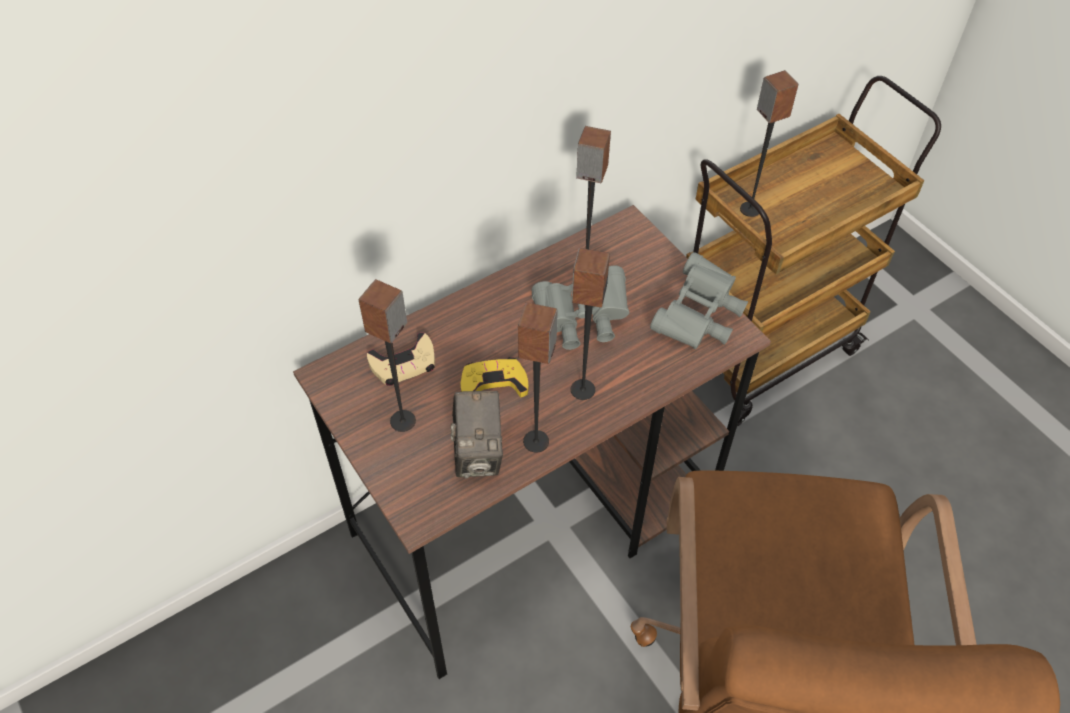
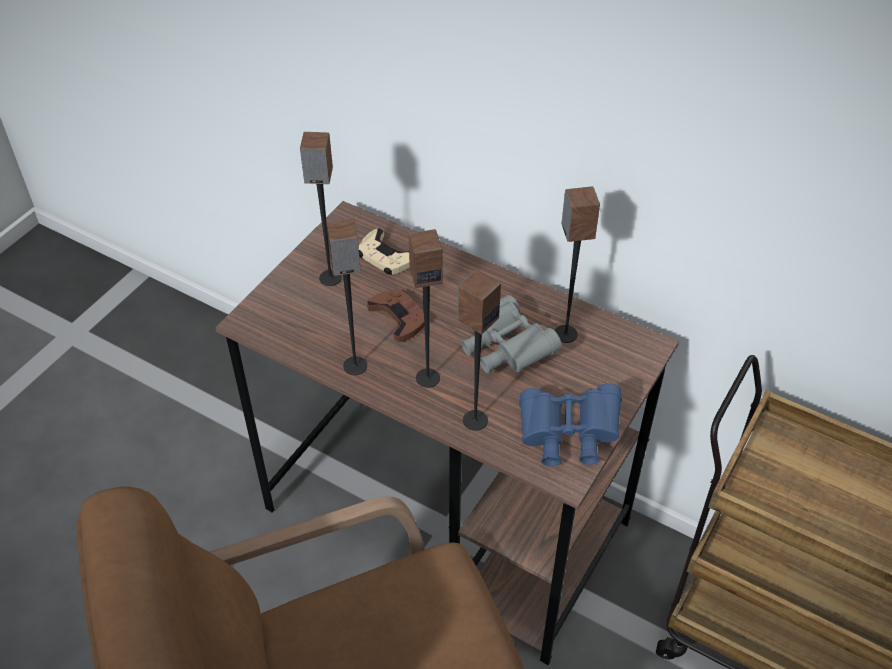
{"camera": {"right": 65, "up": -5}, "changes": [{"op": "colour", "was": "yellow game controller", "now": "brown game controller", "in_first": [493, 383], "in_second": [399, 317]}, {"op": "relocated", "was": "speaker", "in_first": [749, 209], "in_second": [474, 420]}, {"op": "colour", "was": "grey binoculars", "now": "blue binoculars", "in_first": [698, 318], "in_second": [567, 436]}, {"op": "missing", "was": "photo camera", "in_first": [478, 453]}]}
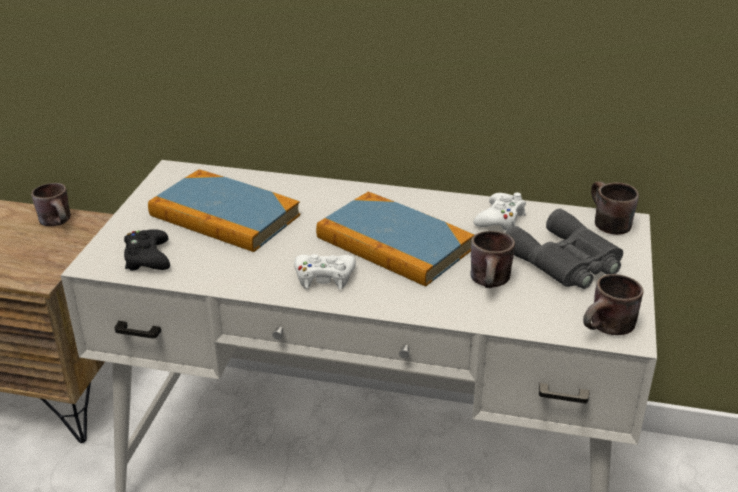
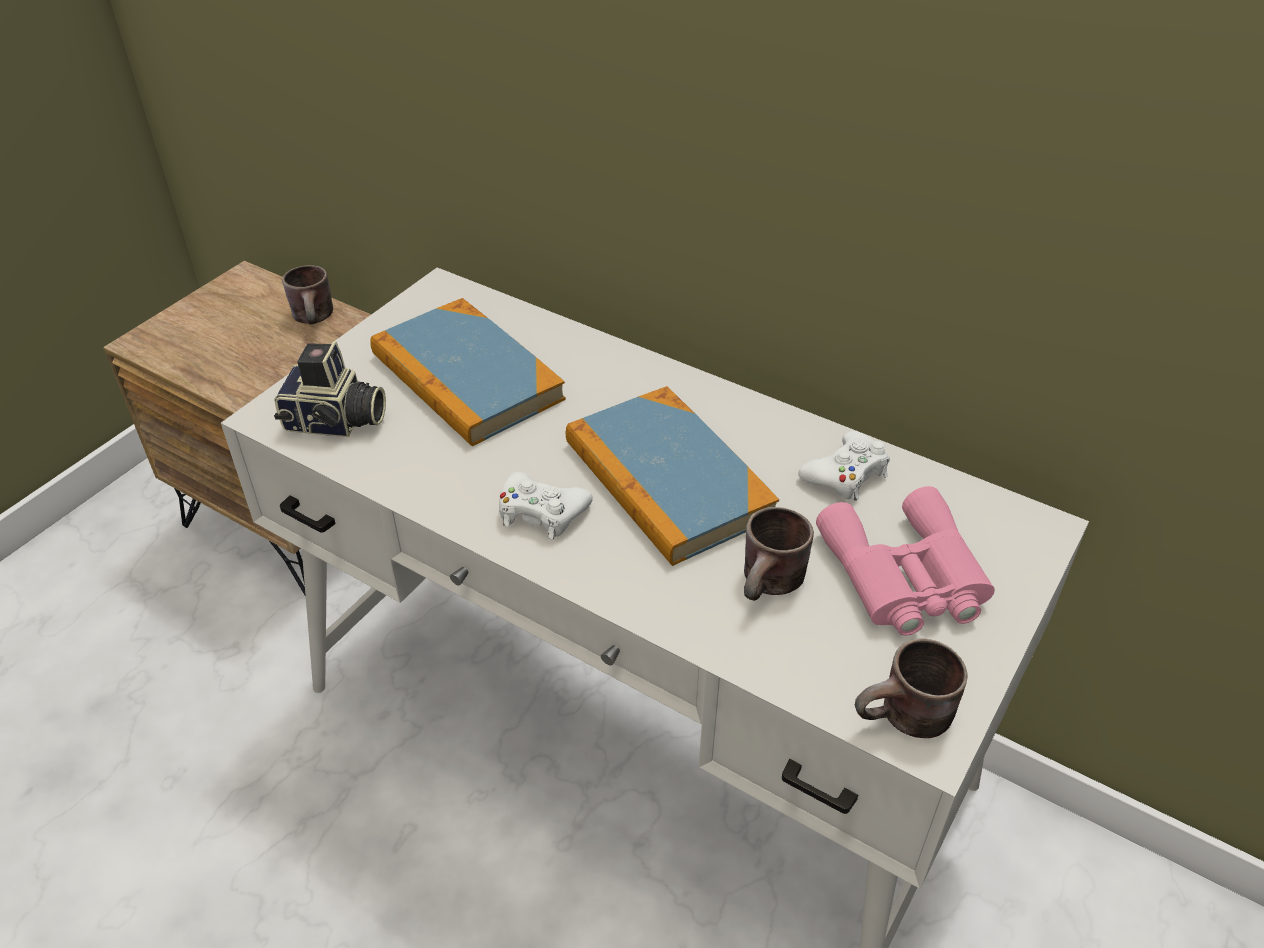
{"camera": {"right": 20, "up": 10}, "changes": [{"op": "exchanged", "was": "black game controller", "now": "photo camera", "in_first": [147, 258], "in_second": [335, 422]}, {"op": "colour", "was": "grey binoculars", "now": "pink binoculars", "in_first": [566, 262], "in_second": [905, 577]}, {"op": "missing", "was": "brown mug", "in_first": [605, 223]}]}
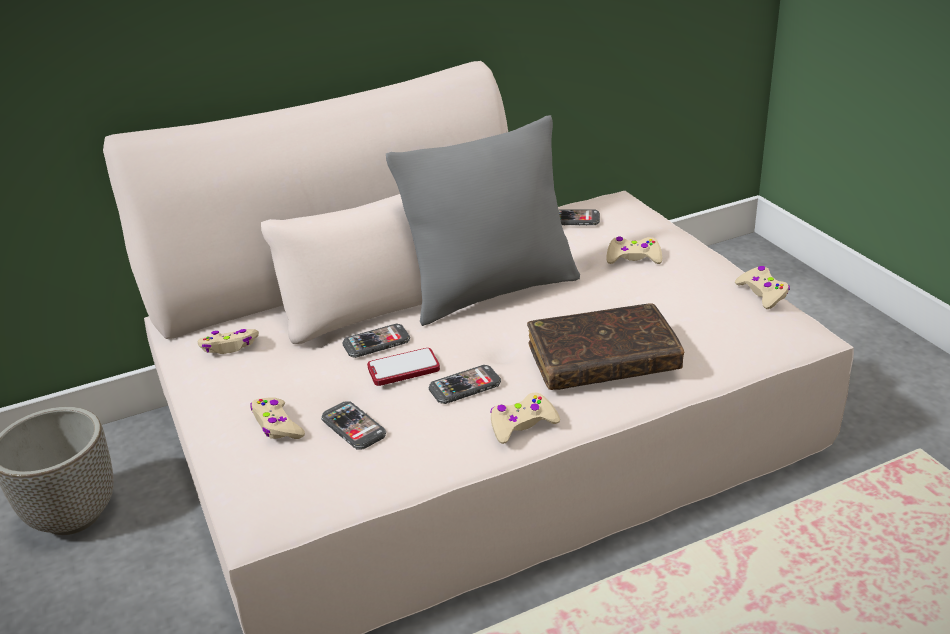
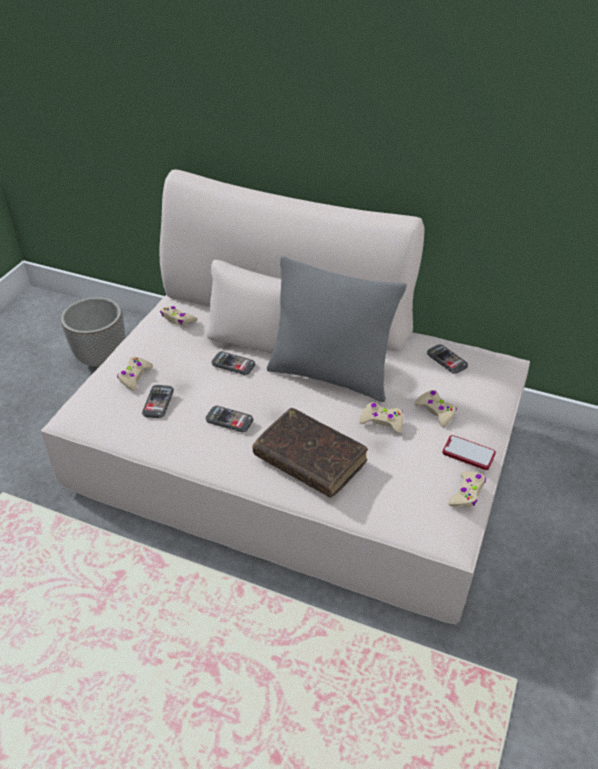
{"camera": {"right": 45, "up": 10}, "changes": [{"op": "relocated", "was": "beige game controller", "in_first": [522, 424], "in_second": [382, 421]}, {"op": "relocated", "was": "phone", "in_first": [403, 369], "in_second": [468, 453]}]}
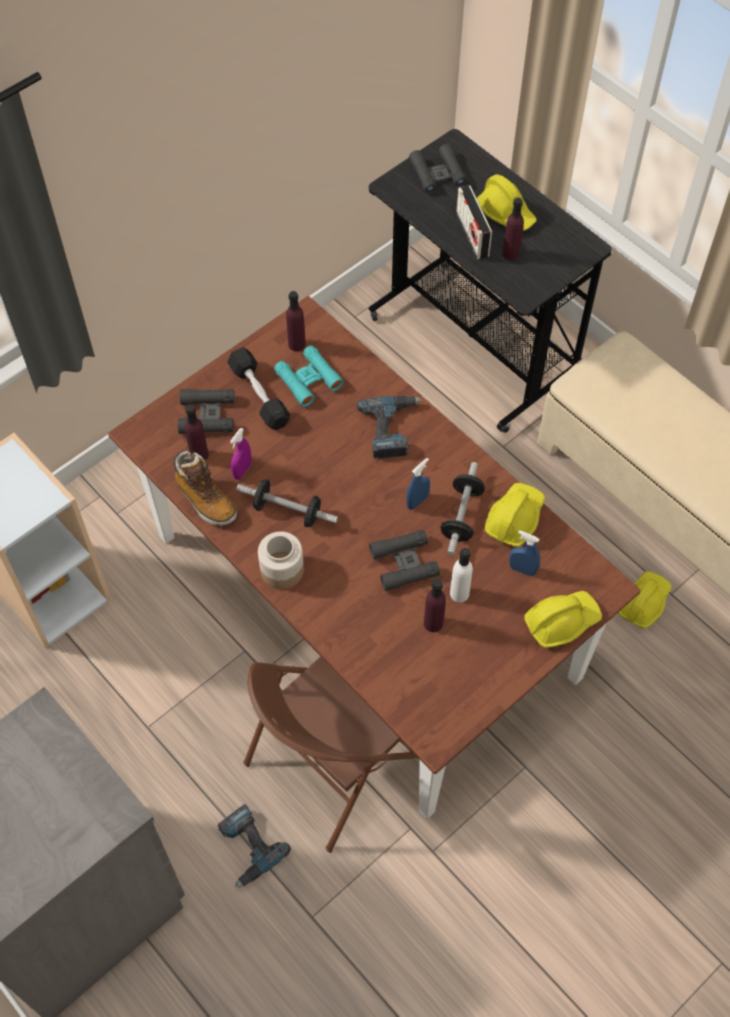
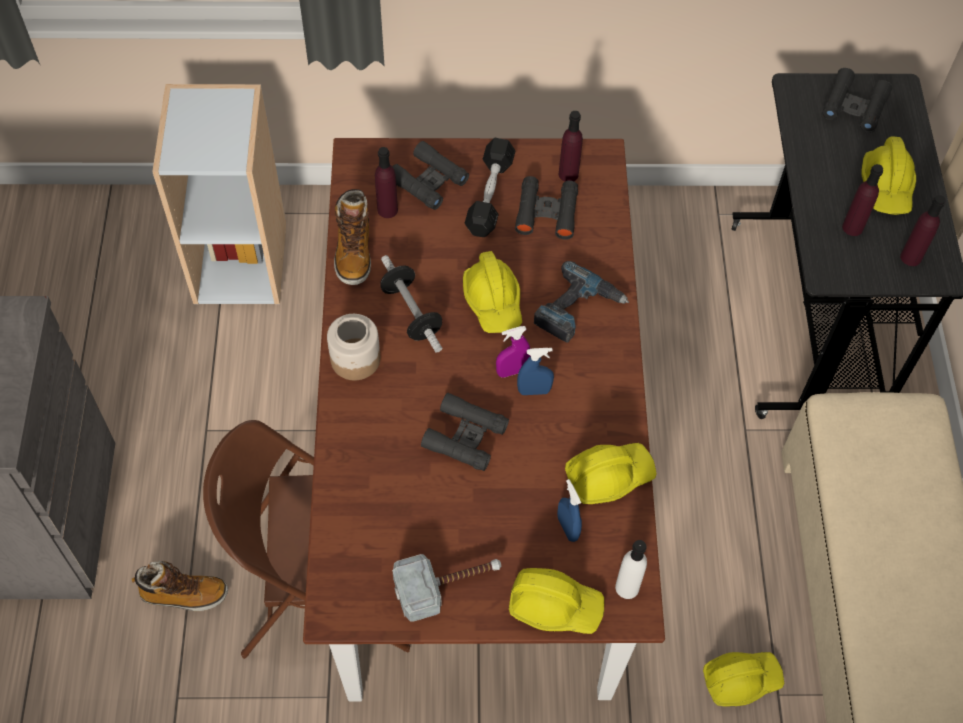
{"camera": {"right": 40, "up": 0}, "changes": [{"op": "exchanged", "was": "power drill", "now": "boot", "in_first": [247, 848], "in_second": [184, 595]}, {"op": "appeared", "now": "hammer", "in_second": [448, 584]}, {"op": "appeared", "now": "yellow hard hat", "in_second": [493, 301]}, {"op": "relocated", "was": "purple spray bottle", "in_first": [242, 470], "in_second": [512, 371]}, {"op": "colour", "was": "turquoise binoculars", "now": "black binoculars", "in_first": [308, 380], "in_second": [546, 212]}, {"op": "relocated", "was": "white bottle", "in_first": [459, 593], "in_second": [627, 587]}, {"op": "relocated", "was": "purple bottle", "in_first": [433, 623], "in_second": [911, 257]}, {"op": "missing", "was": "dumbbell", "in_first": [461, 516]}, {"op": "missing", "was": "radio", "in_first": [472, 235]}]}
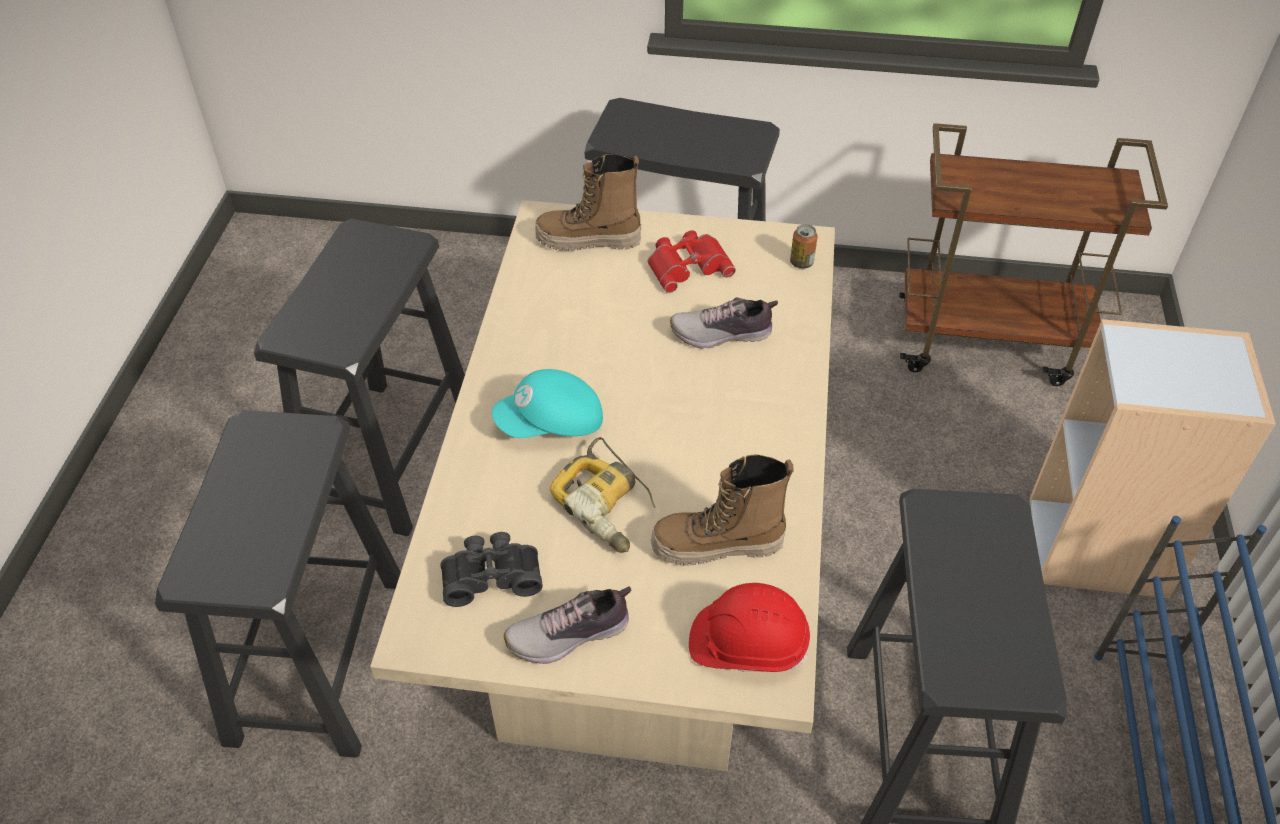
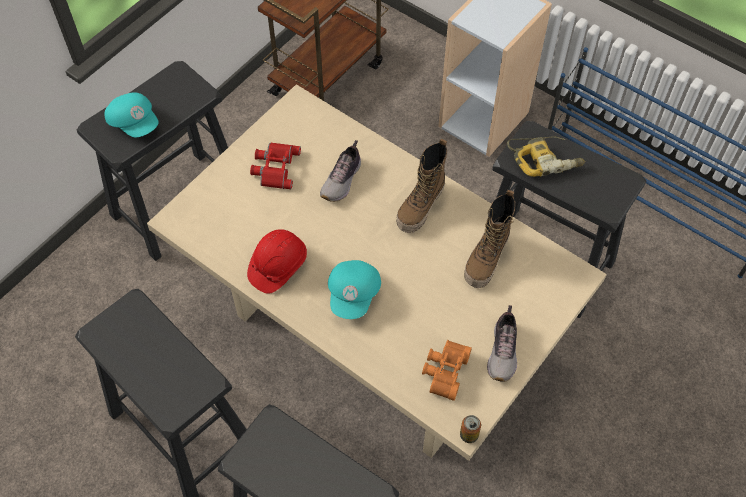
{"camera": {"right": -60, "up": 10}, "changes": [{"op": "appeared", "now": "turquoise cap", "in_second": [135, 123]}, {"op": "relocated", "was": "red hard hat", "in_first": [747, 644], "in_second": [277, 266]}, {"op": "relocated", "was": "boot", "in_first": [588, 241], "in_second": [421, 207]}, {"op": "colour", "was": "black binoculars", "now": "orange binoculars", "in_first": [491, 575], "in_second": [444, 371]}, {"op": "relocated", "was": "can", "in_first": [801, 262], "in_second": [469, 435]}, {"op": "relocated", "was": "power drill", "in_first": [608, 504], "in_second": [545, 159]}]}
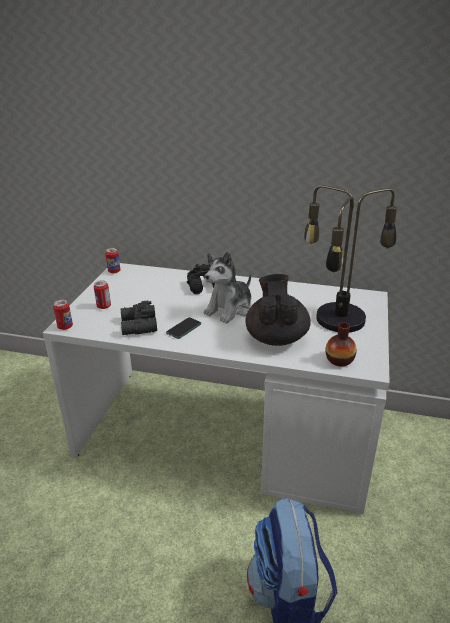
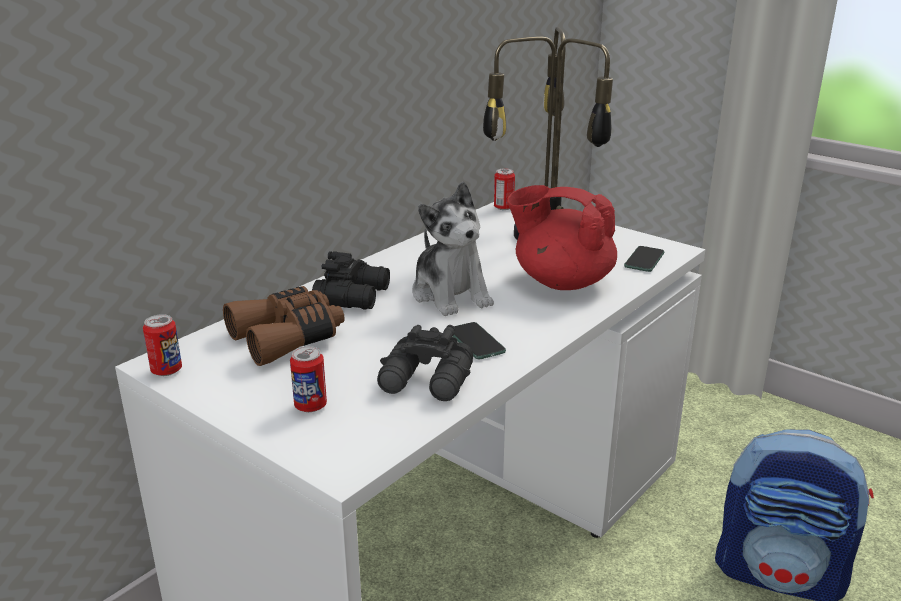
{"camera": {"right": -65, "up": -5}, "changes": [{"op": "appeared", "now": "brown binoculars", "in_second": [288, 337]}, {"op": "relocated", "was": "can", "in_first": [65, 327], "in_second": [503, 207]}, {"op": "colour", "was": "black teapot", "now": "red teapot", "in_first": [276, 337], "in_second": [561, 282]}, {"op": "exchanged", "was": "vase", "now": "phone", "in_first": [339, 360], "in_second": [644, 260]}]}
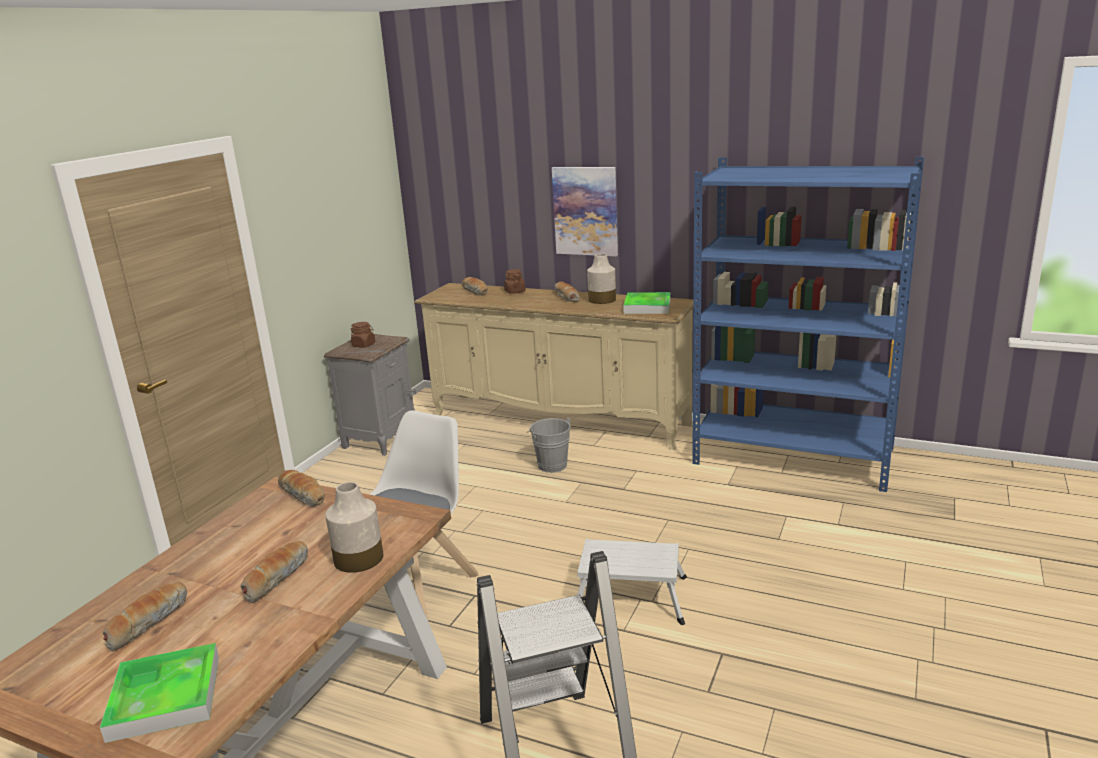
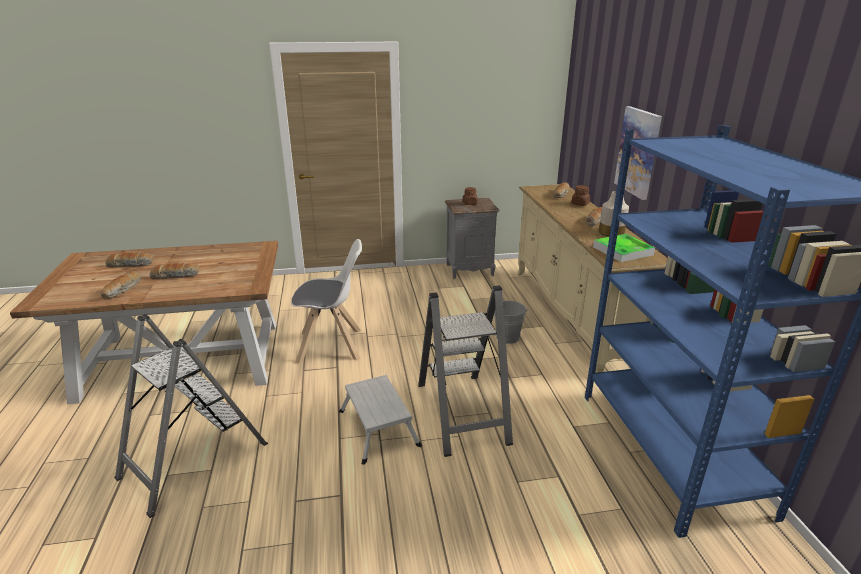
{"camera": {"right": 55, "up": 5}, "changes": [{"op": "relocated", "was": "bread", "in_first": [304, 495], "in_second": [123, 290]}, {"op": "appeared", "now": "grey step ladder", "in_second": [462, 413]}, {"op": "missing", "was": "tray", "in_first": [165, 697]}, {"op": "missing", "was": "beige vase", "in_first": [358, 558]}]}
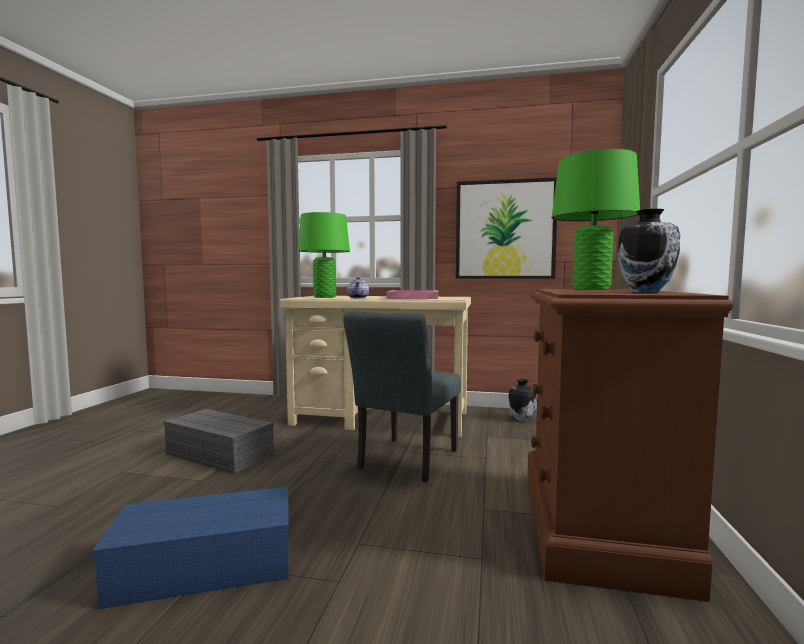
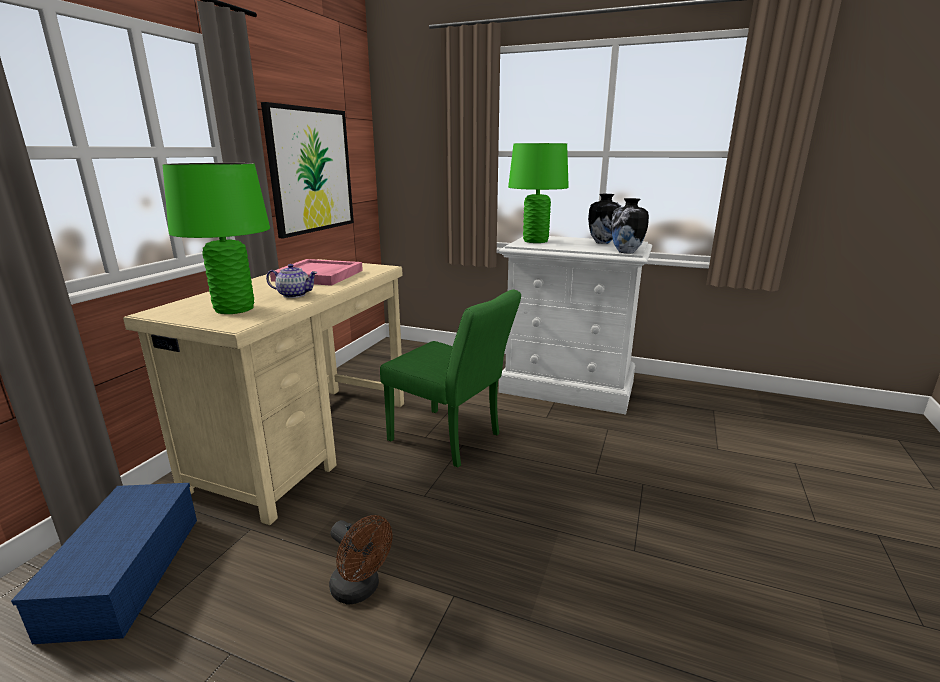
{"camera": {"right": -80, "up": 15}, "changes": [{"op": "relocated", "was": "blue storage box", "in_first": [202, 567], "in_second": [126, 575]}, {"op": "exchanged", "was": "grey storage box", "now": "brown fan", "in_first": [221, 454], "in_second": [360, 590]}, {"op": "colour", "was": "grey chair", "now": "green chair", "in_first": [404, 462], "in_second": [451, 439]}, {"op": "colour", "was": "brown dresser", "now": "white dresser", "in_first": [596, 524], "in_second": [567, 387]}, {"op": "relocated", "was": "vase", "in_first": [521, 419], "in_second": [626, 252]}]}
